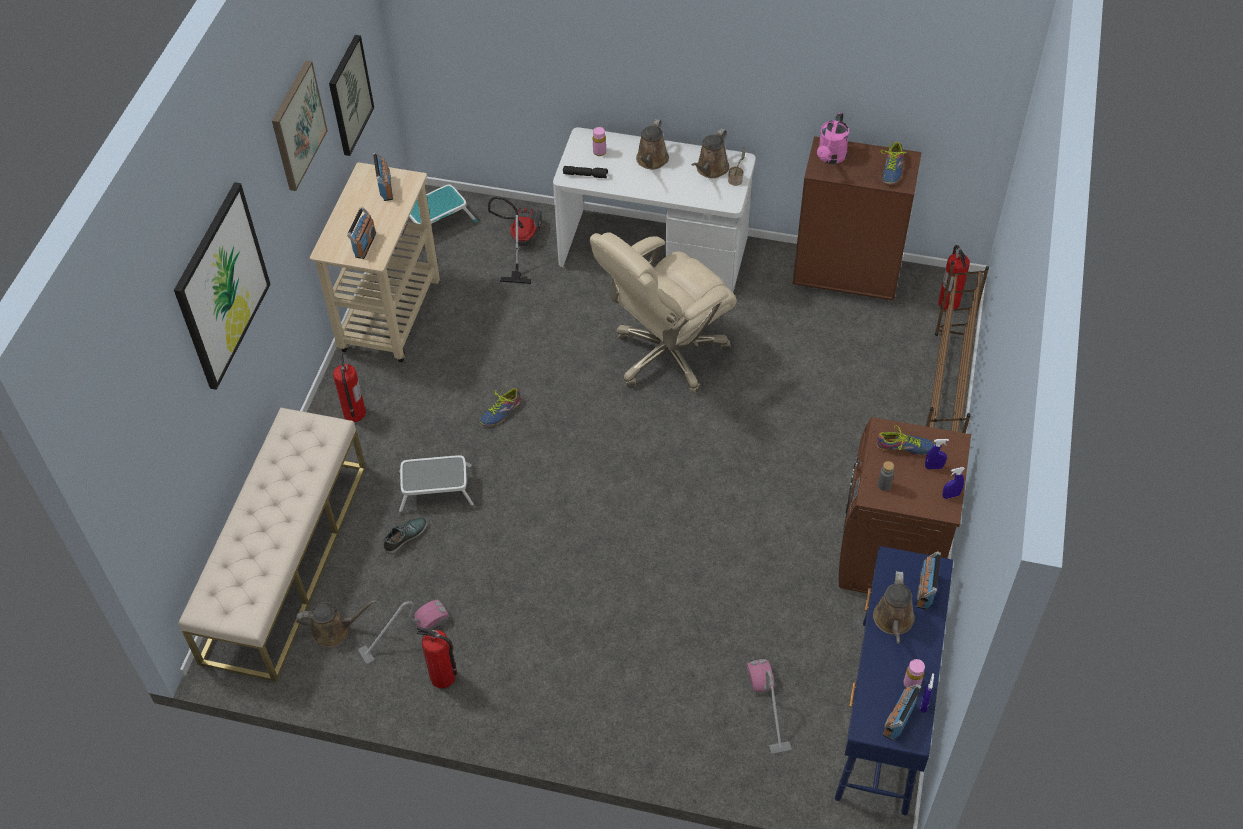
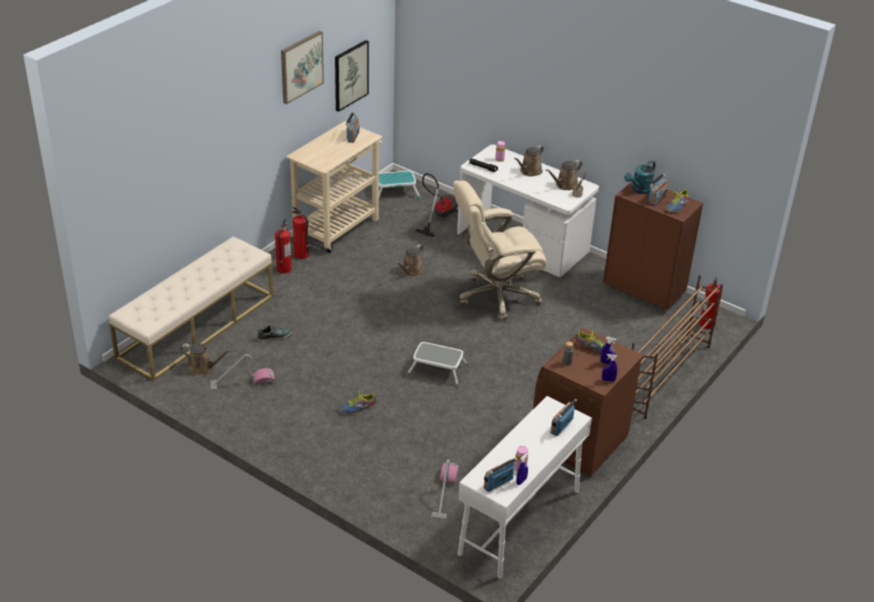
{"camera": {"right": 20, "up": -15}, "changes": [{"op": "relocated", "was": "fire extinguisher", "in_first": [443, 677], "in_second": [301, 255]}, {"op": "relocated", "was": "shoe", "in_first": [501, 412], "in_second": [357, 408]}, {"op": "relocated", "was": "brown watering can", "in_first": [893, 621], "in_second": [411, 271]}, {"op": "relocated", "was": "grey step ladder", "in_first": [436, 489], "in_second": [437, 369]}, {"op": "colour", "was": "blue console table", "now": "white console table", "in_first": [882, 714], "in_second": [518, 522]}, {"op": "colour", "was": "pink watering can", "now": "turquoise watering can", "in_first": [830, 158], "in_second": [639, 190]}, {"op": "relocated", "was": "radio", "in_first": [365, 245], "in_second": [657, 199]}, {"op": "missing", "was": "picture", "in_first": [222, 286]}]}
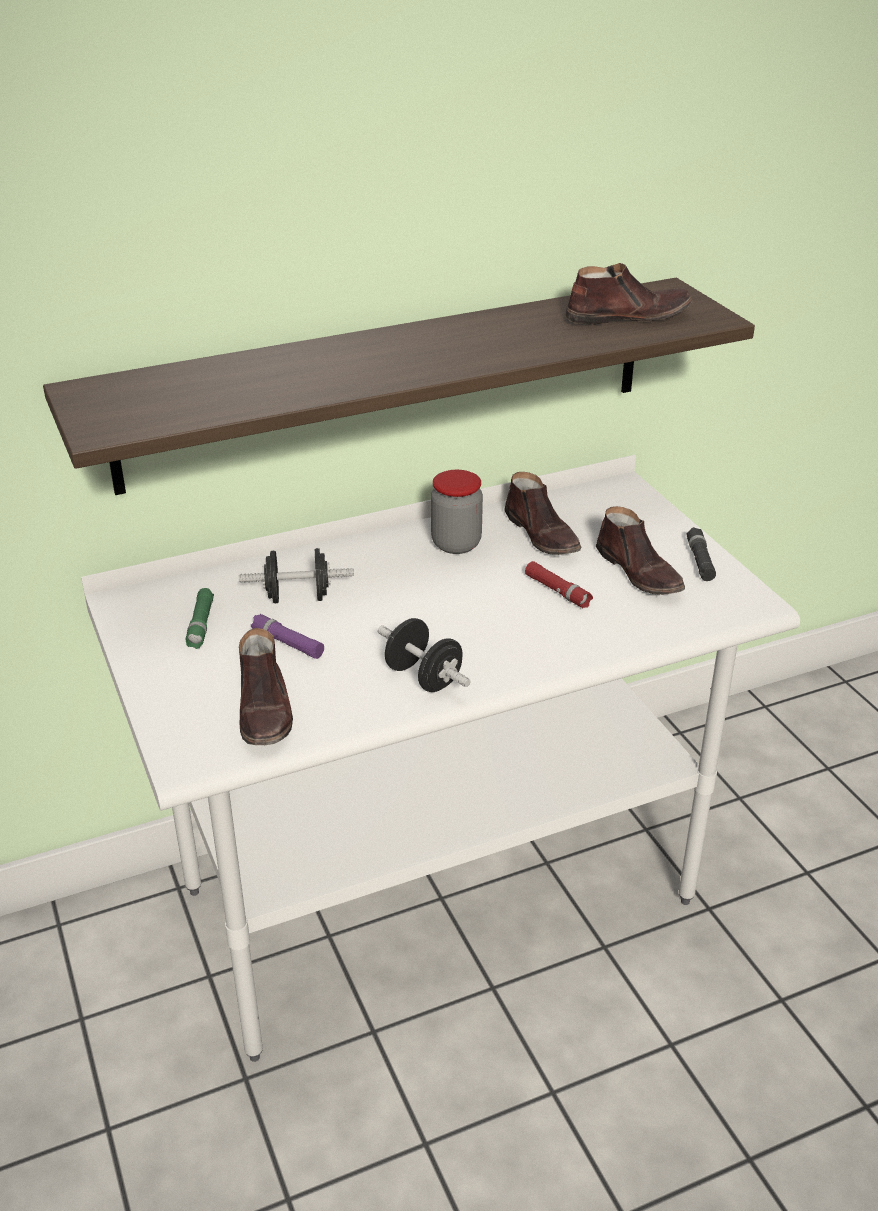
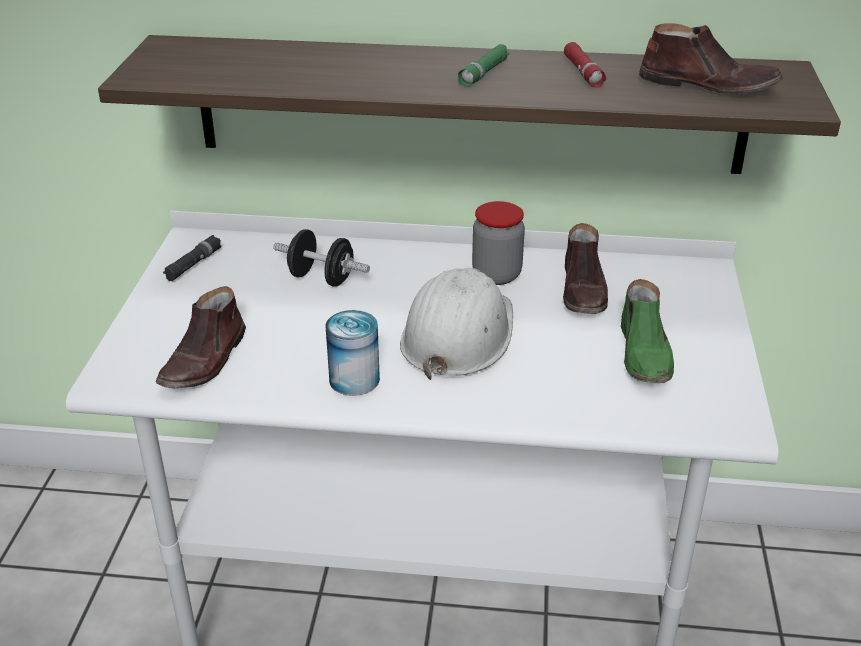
{"camera": {"right": 30, "up": 0}, "changes": [{"op": "relocated", "was": "black flashlight", "in_first": [700, 560], "in_second": [193, 264]}, {"op": "exchanged", "was": "black dumbbell", "now": "can", "in_first": [423, 677], "in_second": [354, 379]}, {"op": "appeared", "now": "white hard hat", "in_second": [458, 335]}, {"op": "relocated", "was": "green flashlight", "in_first": [201, 624], "in_second": [483, 73]}, {"op": "relocated", "was": "red flashlight", "in_first": [557, 591], "in_second": [583, 72]}, {"op": "colour", "was": "brown shoe", "now": "green shoe", "in_first": [640, 572], "in_second": [645, 354]}, {"op": "missing", "was": "purple flashlight", "in_first": [287, 643]}]}
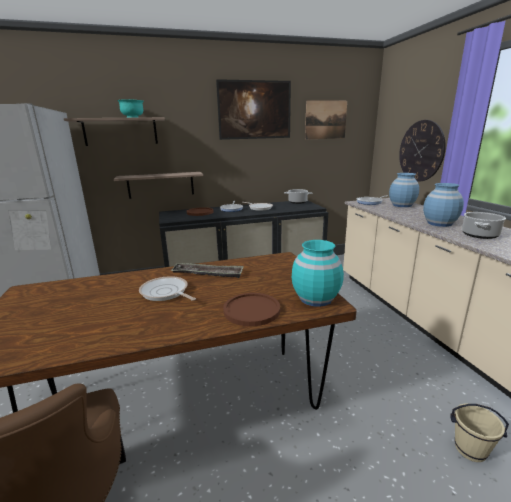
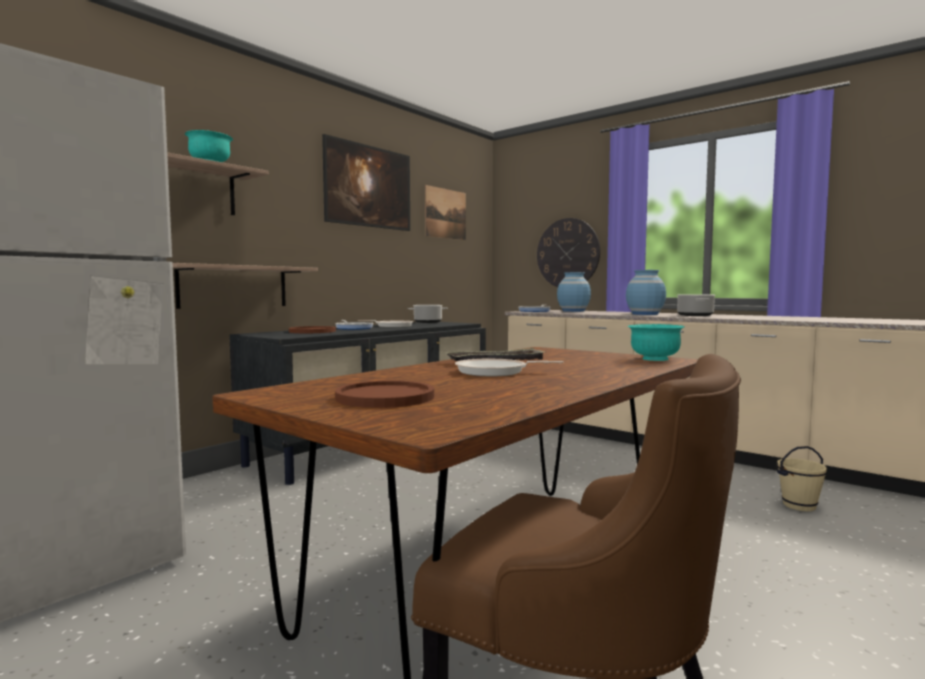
{"camera": {"right": -35, "up": -15}, "changes": [{"op": "relocated", "was": "brown plate", "in_first": [251, 310], "in_second": [385, 397]}, {"op": "exchanged", "was": "turquoise vase", "now": "turquoise bowl", "in_first": [315, 298], "in_second": [654, 359]}]}
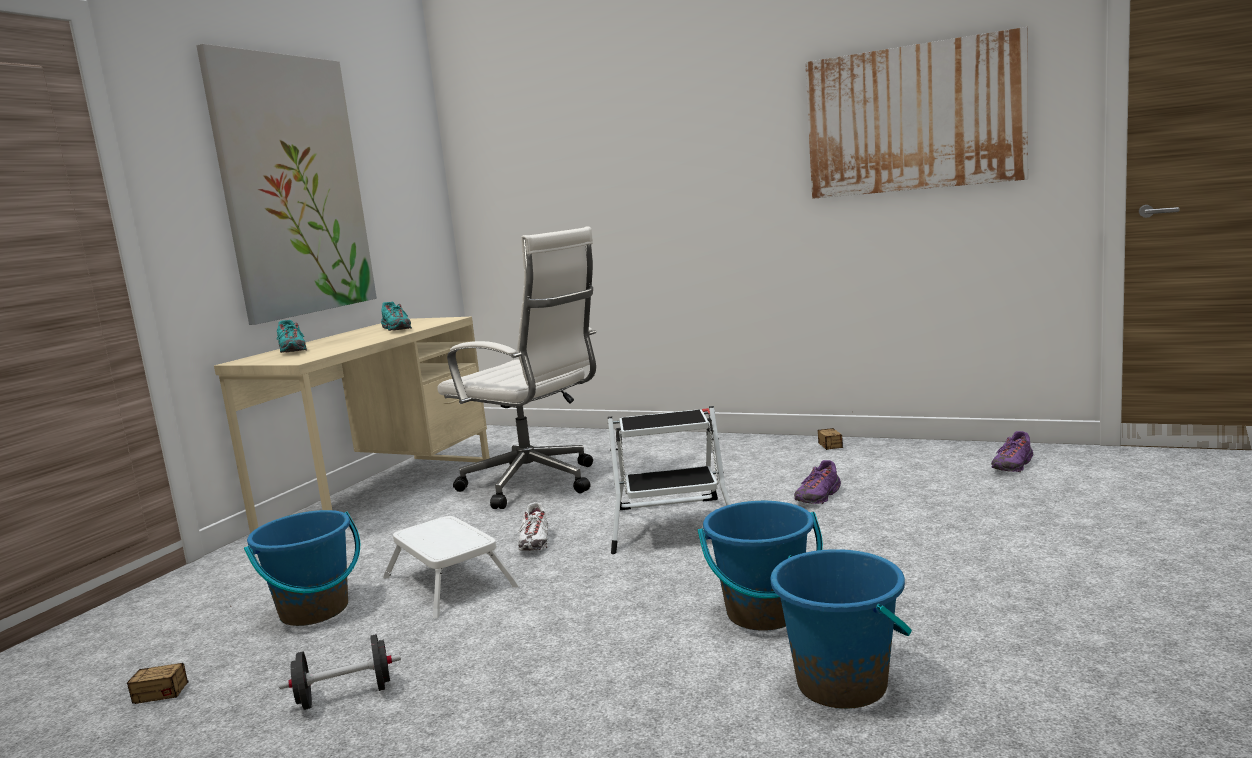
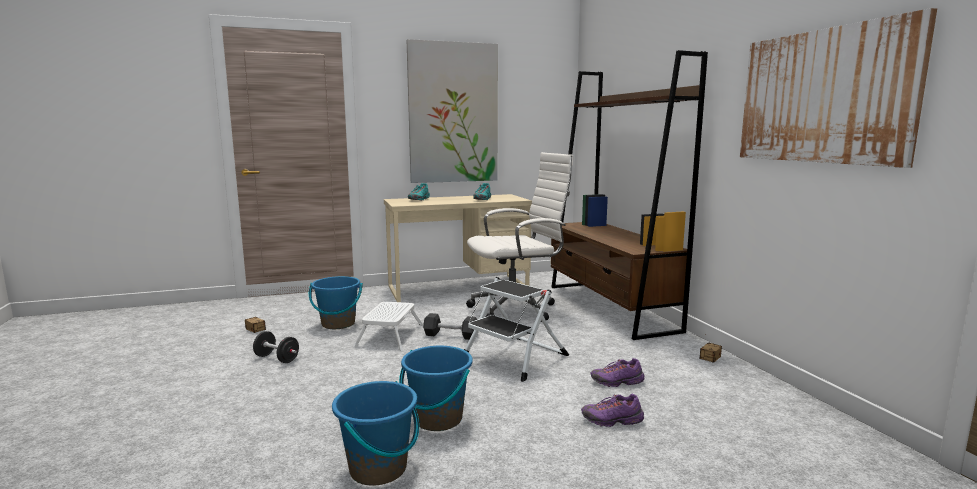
{"camera": {"right": 45, "up": 0}, "changes": [{"op": "exchanged", "was": "white shoe", "now": "black dumbbell", "in_first": [535, 542], "in_second": [451, 335]}, {"op": "spun", "was": "white office chair", "in_first": [536, 484], "in_second": [517, 309], "clockwise": -105}, {"op": "appeared", "now": "brown bookcase", "in_second": [610, 307]}, {"op": "relocated", "was": "purple shoe", "in_first": [1013, 466], "in_second": [612, 421]}]}
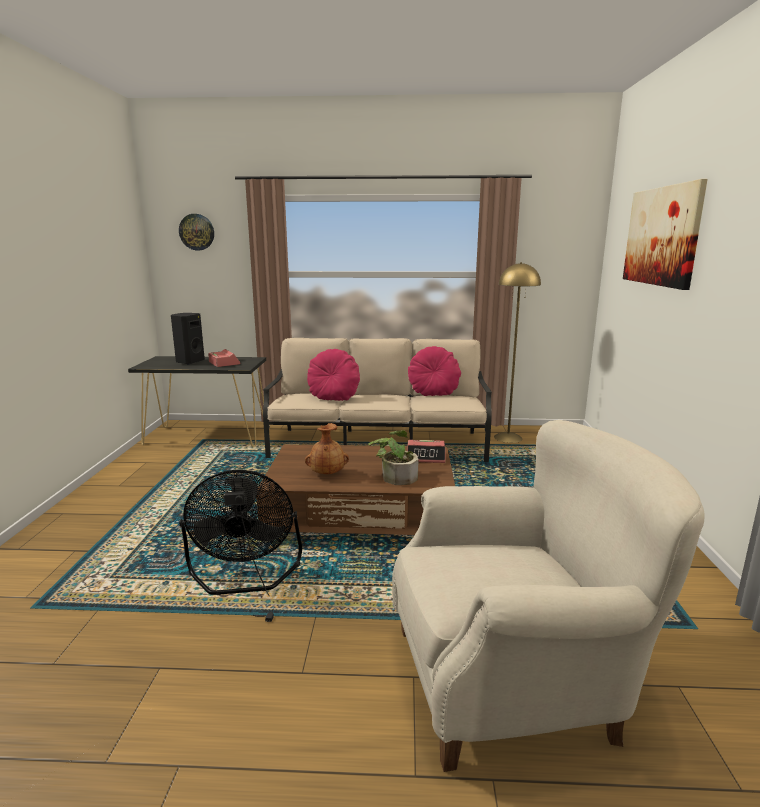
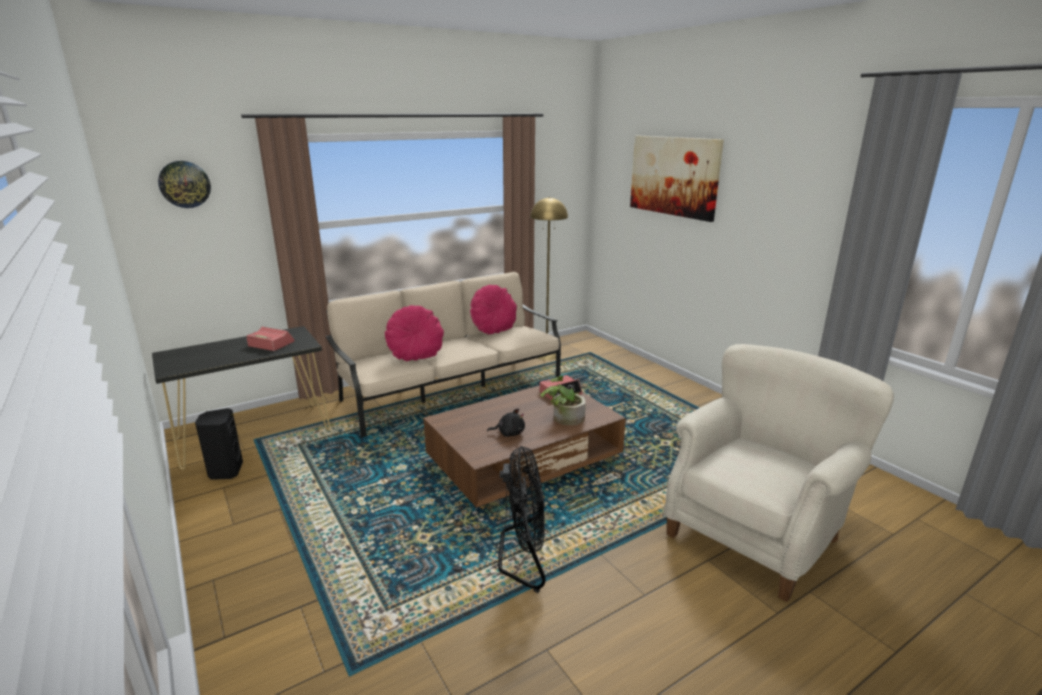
{"camera": {"right": -35, "up": 5}, "changes": [{"op": "relocated", "was": "black speaker", "in_first": [189, 361], "in_second": [225, 471]}, {"op": "spun", "was": "black fan", "in_first": [247, 583], "in_second": [515, 554], "clockwise": 135}, {"op": "exchanged", "was": "brown vase", "now": "black plush toy", "in_first": [327, 473], "in_second": [509, 433]}]}
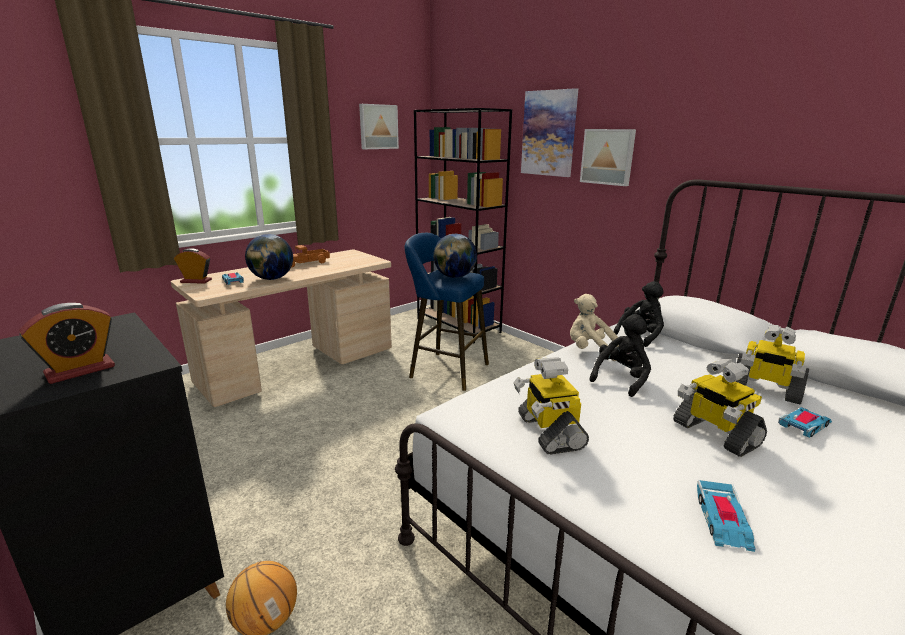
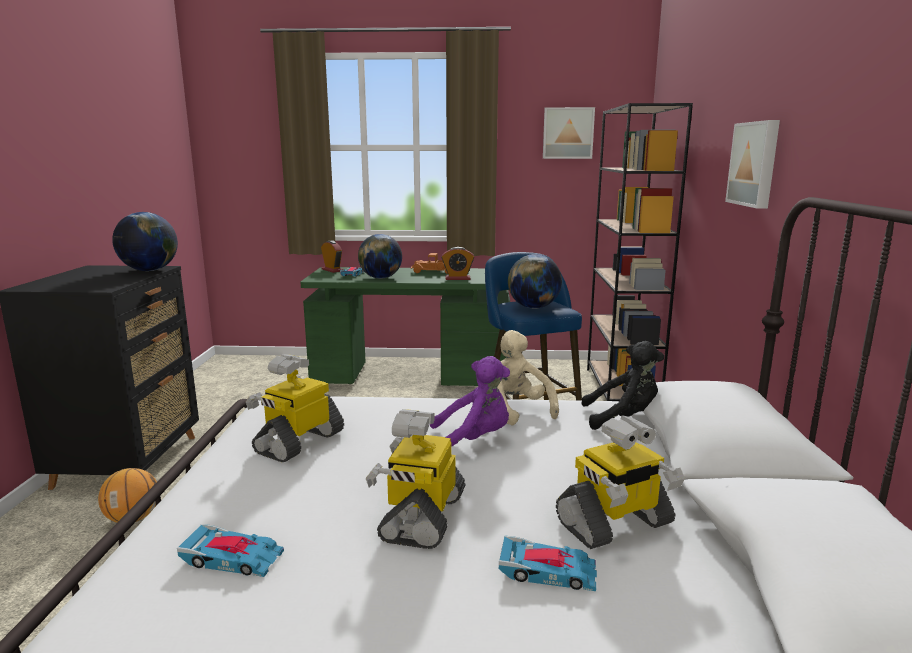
{"camera": {"right": 45, "up": -5}, "changes": [{"op": "appeared", "now": "globe", "in_second": [149, 270]}, {"op": "spun", "was": "toy car", "in_first": [722, 520], "in_second": [233, 558], "clockwise": -135}, {"op": "colour", "was": "beige desk", "now": "green desk", "in_first": [299, 366], "in_second": [411, 376]}, {"op": "colour", "was": "black plush toy", "now": "purple plush toy", "in_first": [621, 379], "in_second": [473, 440]}, {"op": "relocated", "was": "alarm clock", "in_first": [80, 370], "in_second": [457, 278]}, {"op": "spun", "was": "toy robot", "in_first": [764, 390], "in_second": [615, 524], "clockwise": -105}, {"op": "missing", "was": "picture", "in_first": [549, 133]}]}
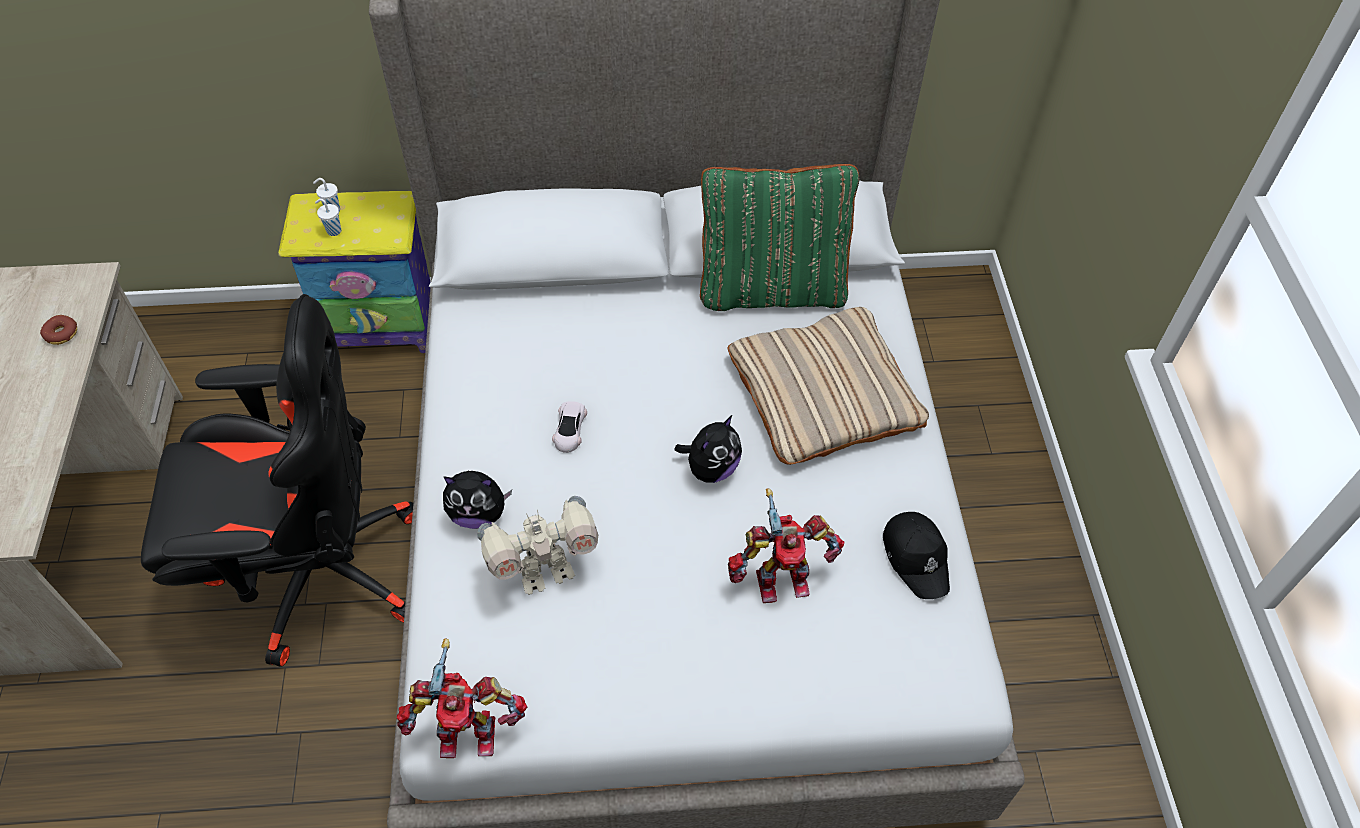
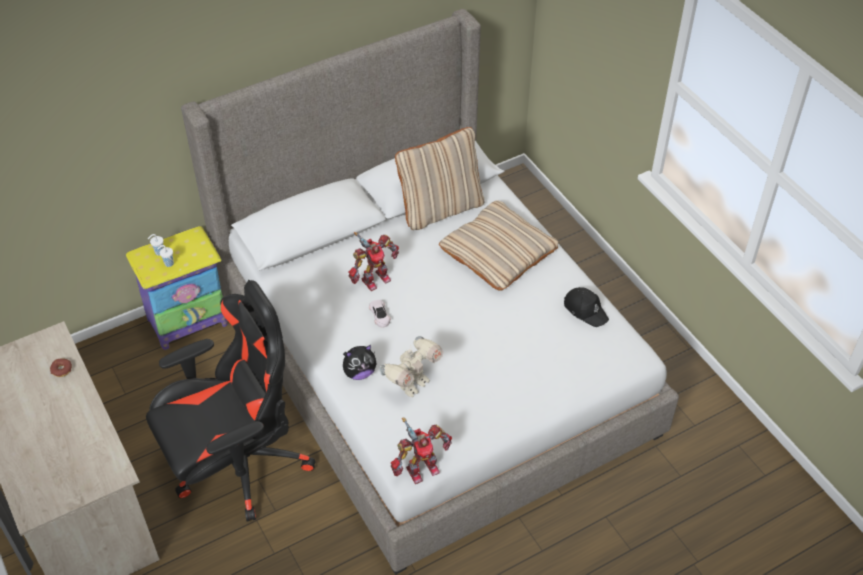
{"camera": {"right": -25, "up": -5}, "changes": [{"op": "relocated", "was": "toy robot", "in_first": [780, 579], "in_second": [374, 278]}, {"op": "colour", "was": "green pillow", "now": "beige pillow", "in_first": [772, 288], "in_second": [440, 208]}, {"op": "missing", "was": "plush toy", "in_first": [711, 468]}]}
